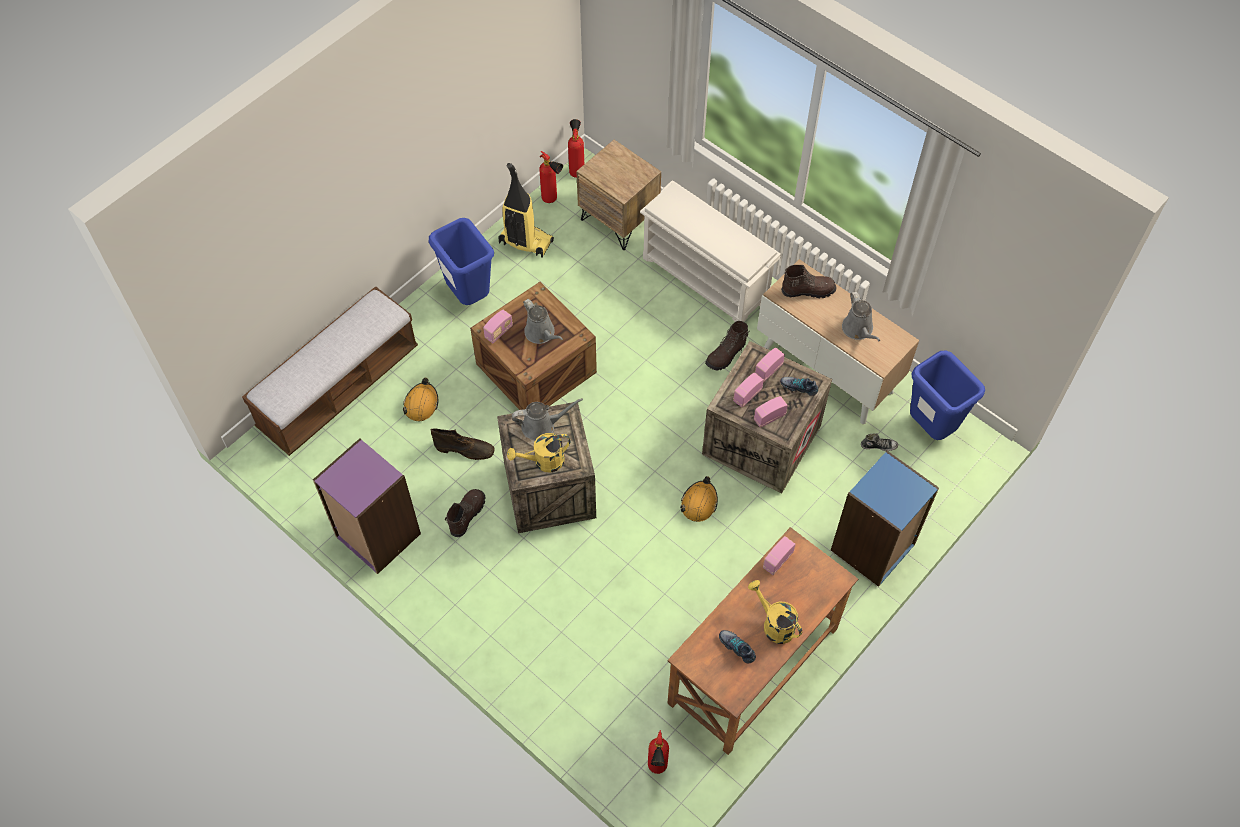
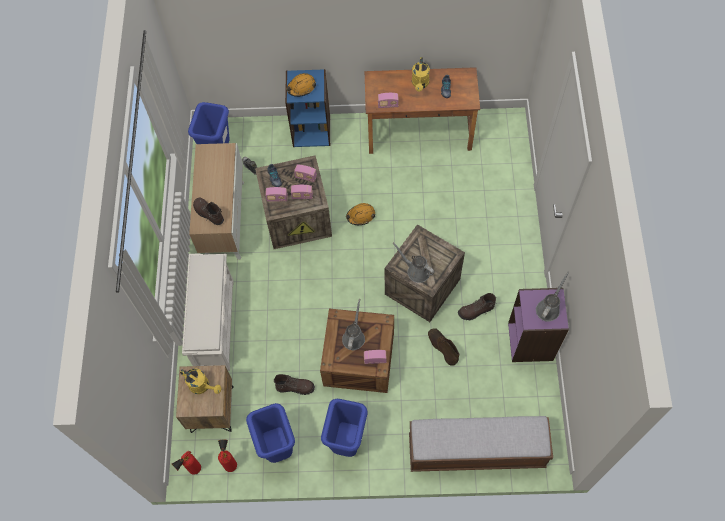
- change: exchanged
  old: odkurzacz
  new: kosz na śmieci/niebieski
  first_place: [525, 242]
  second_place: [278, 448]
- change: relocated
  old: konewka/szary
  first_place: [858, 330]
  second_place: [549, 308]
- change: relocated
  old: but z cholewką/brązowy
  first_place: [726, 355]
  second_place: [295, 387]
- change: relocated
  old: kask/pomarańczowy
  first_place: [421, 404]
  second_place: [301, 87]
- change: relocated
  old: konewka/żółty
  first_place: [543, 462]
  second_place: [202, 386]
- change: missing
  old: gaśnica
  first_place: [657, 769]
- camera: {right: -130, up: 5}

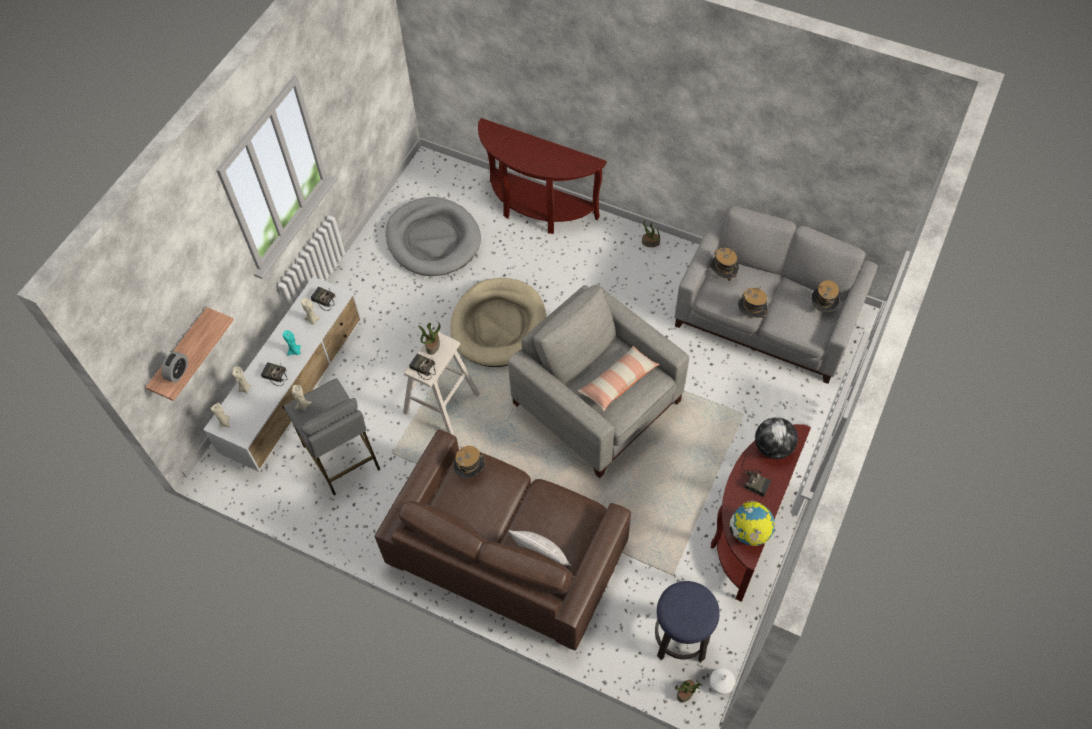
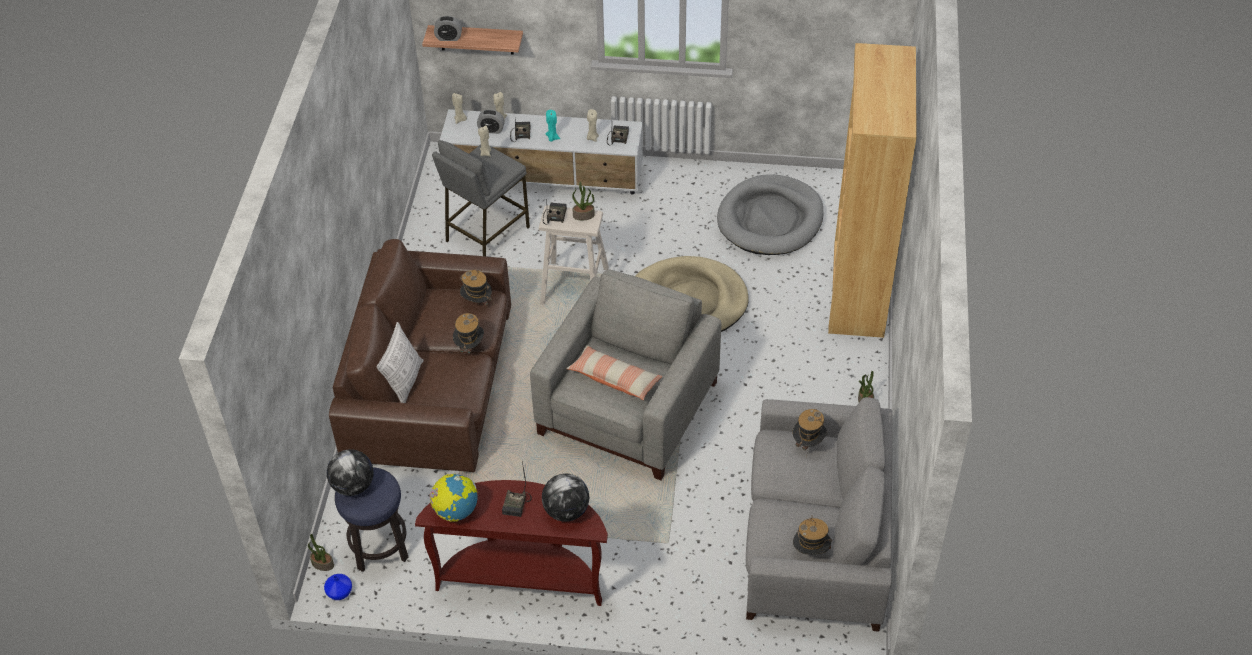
- change: exchanged
  old: stolik konsolowy/brązowy
  new: regał/brązowy
  first_place: [537, 209]
  second_place: [857, 290]
- change: relocated
  old: kapelusz
  first_place: [751, 315]
  second_place: [470, 347]
- change: colour
  old: wazon/biały
  new: wazon/niebieski
  first_place: [721, 683]
  second_place: [340, 592]
- change: appeared
  new: budzik
  second_place: [491, 130]
- change: appeared
  new: globus
  second_place: [353, 486]
- camera: {right: 70, up: -10}

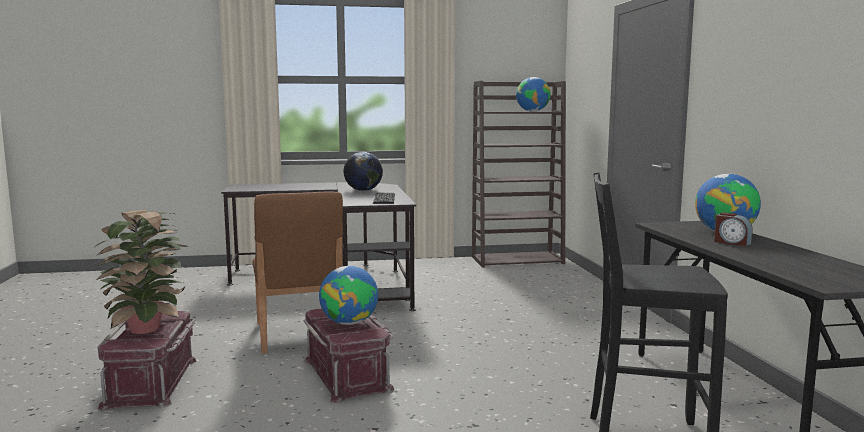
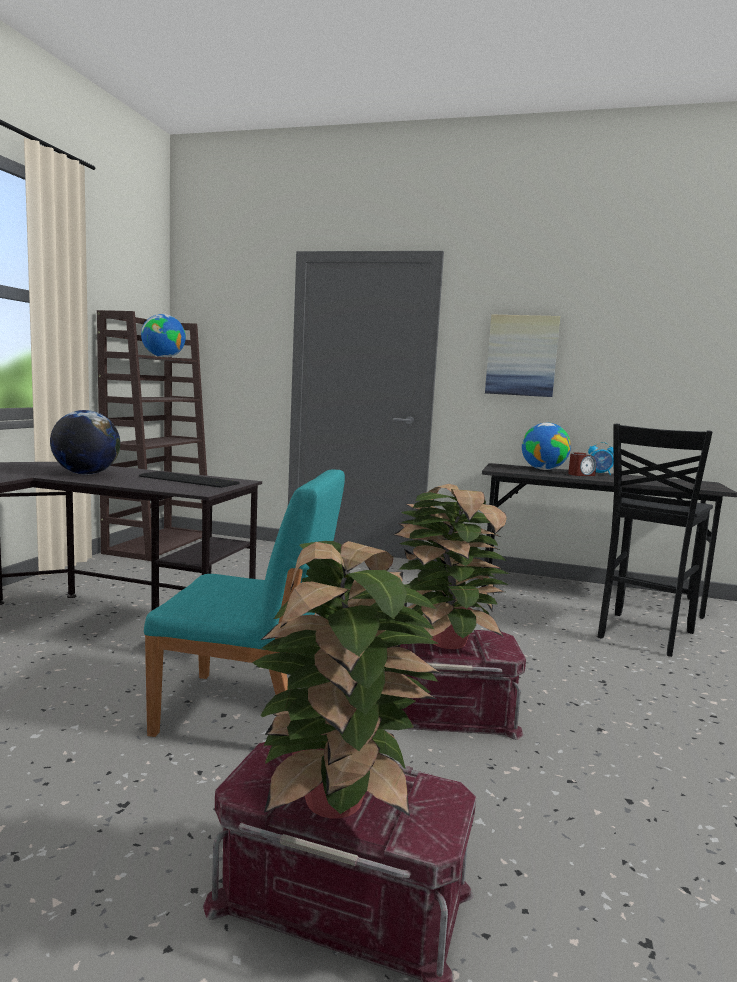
- change: colour
  old: krzesło/brązowy
  new: krzesło/turkusowy
  first_place: [298, 334]
  second_place: [248, 712]
- change: exchanged
  old: globus
  new: roślina doniczkowa
  first_place: [349, 323]
  second_place: [444, 641]
- change: appeared
  new: obraz
  second_place: [521, 355]
- change: appeared
  new: budzik
  second_place: [600, 474]
- camera: {right: -65, up: 0}

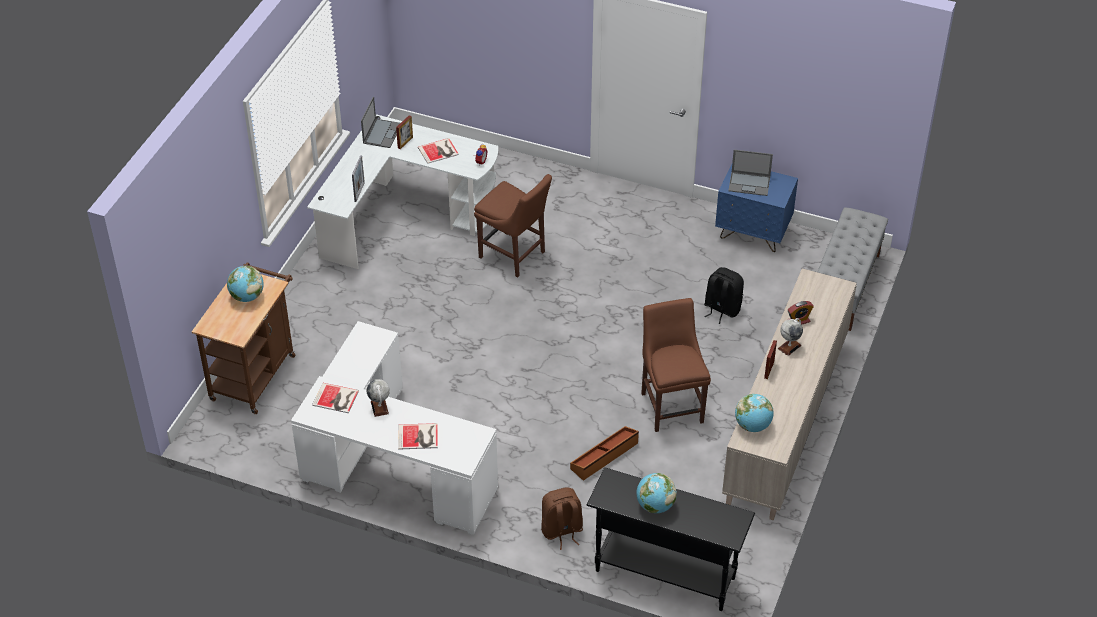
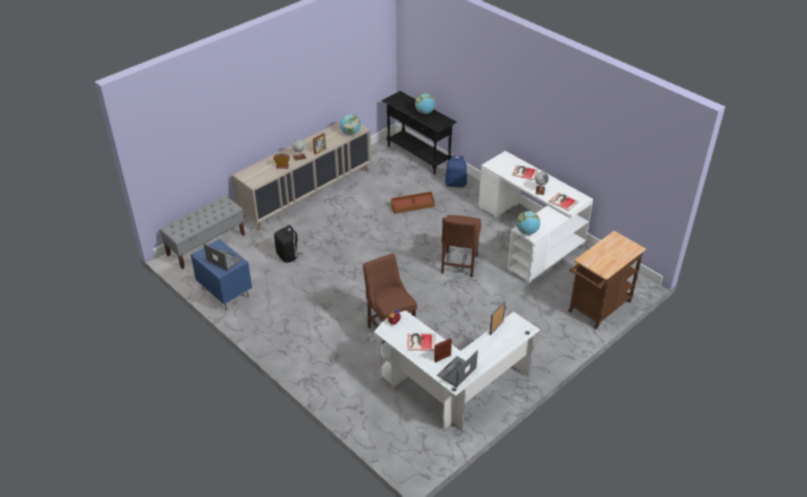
- change: relocated
  old: globus
  first_place: [247, 296]
  second_place: [527, 232]
- change: relocated
  old: krzesło/brązowy
  first_place: [671, 405]
  second_place: [458, 265]
- change: colour
  old: plecak/brązowy
  new: plecak/niebieski
  first_place: [562, 531]
  second_place: [456, 183]
- camera: {right: -155, up: -5}

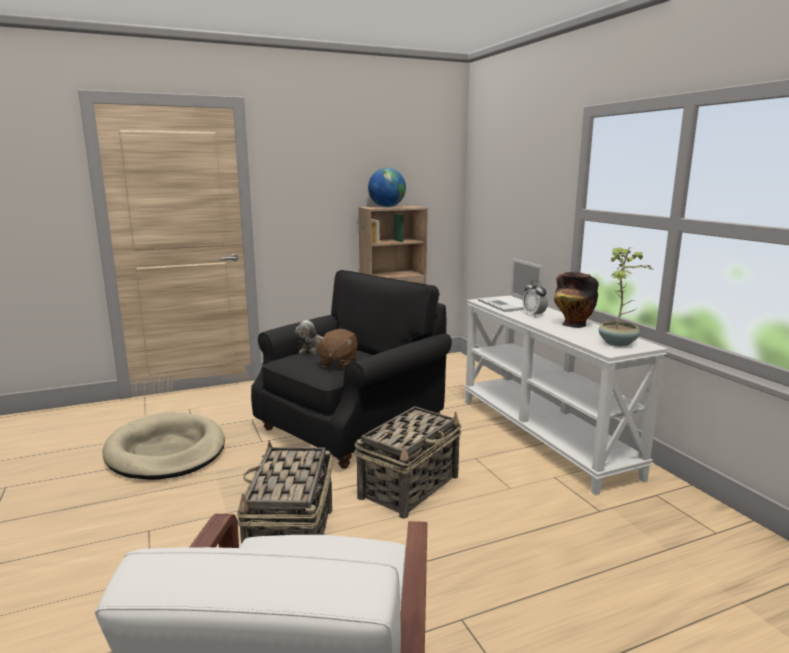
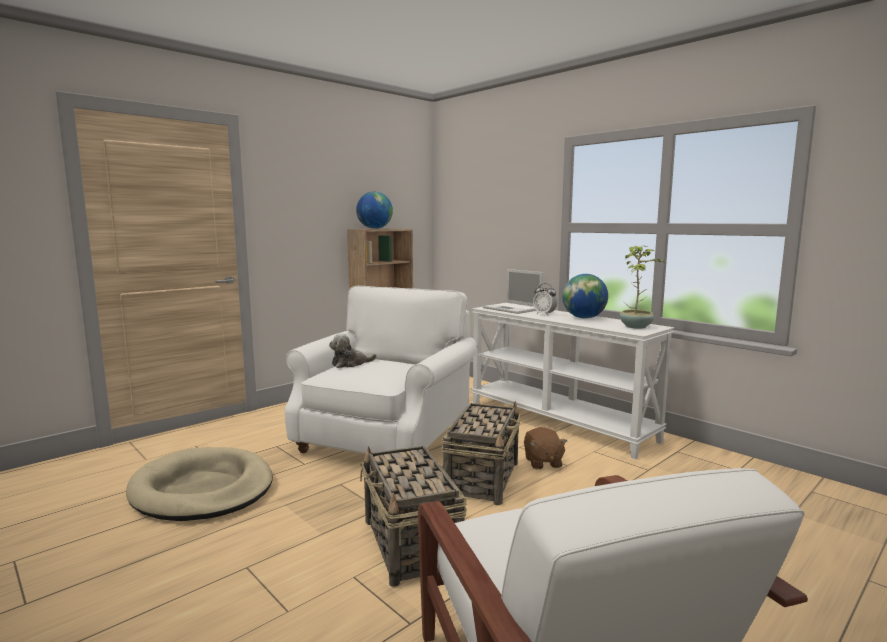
- change: colour
  old: fotel/czarny
  new: fotel/biały
  first_place: [352, 426]
  second_place: [386, 437]
- change: exchanged
  old: wazon
  new: globus
  first_place: [572, 324]
  second_place: [584, 318]
- change: relocated
  old: pluszak/brązowy
  first_place: [337, 363]
  second_place: [542, 462]
- camera: {right: -20, up: -5}

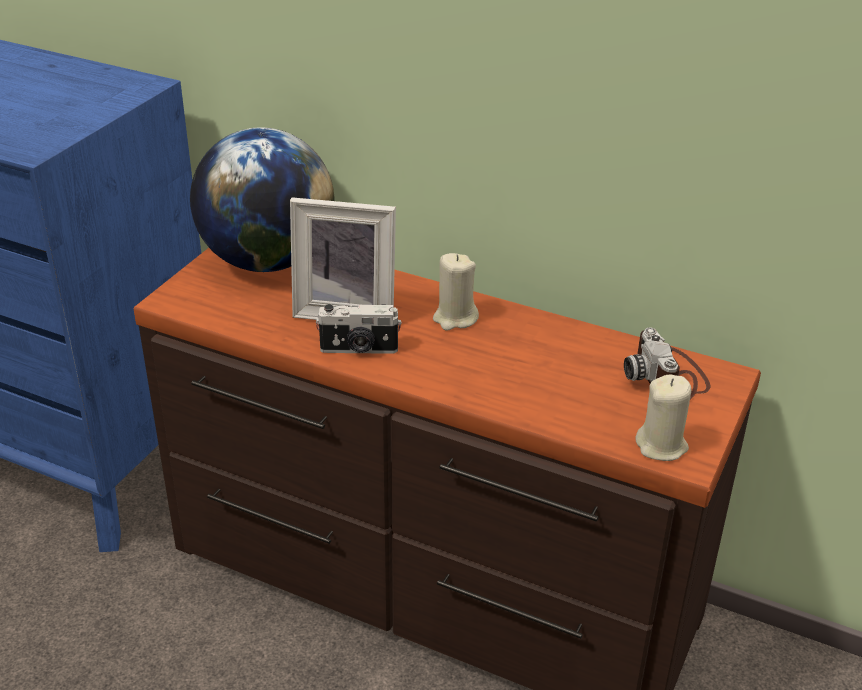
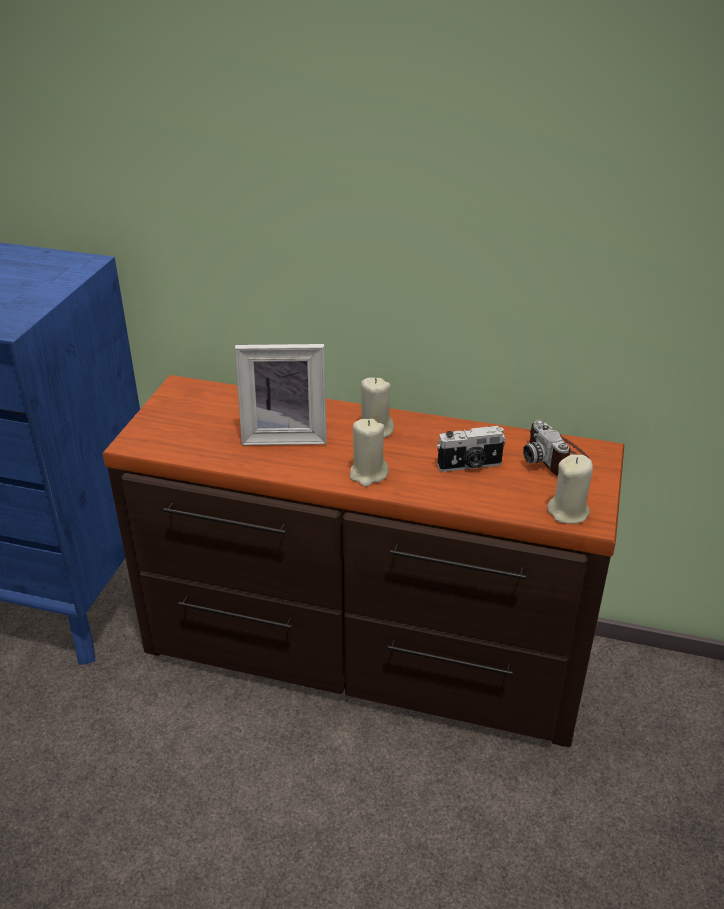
- change: missing
  old: globus
  first_place: [268, 261]
- change: relocated
  old: aparat fotograficzny
  first_place: [359, 349]
  second_place: [470, 465]
- change: appeared
  new: świeca/beżowy
  second_place: [368, 474]
- camera: {right: -10, up: 0}

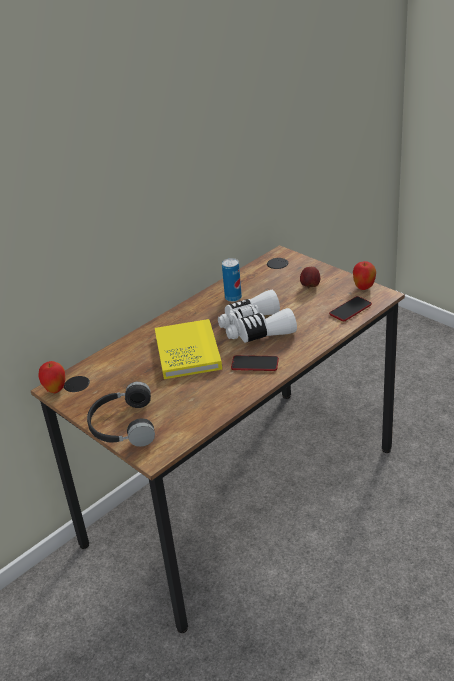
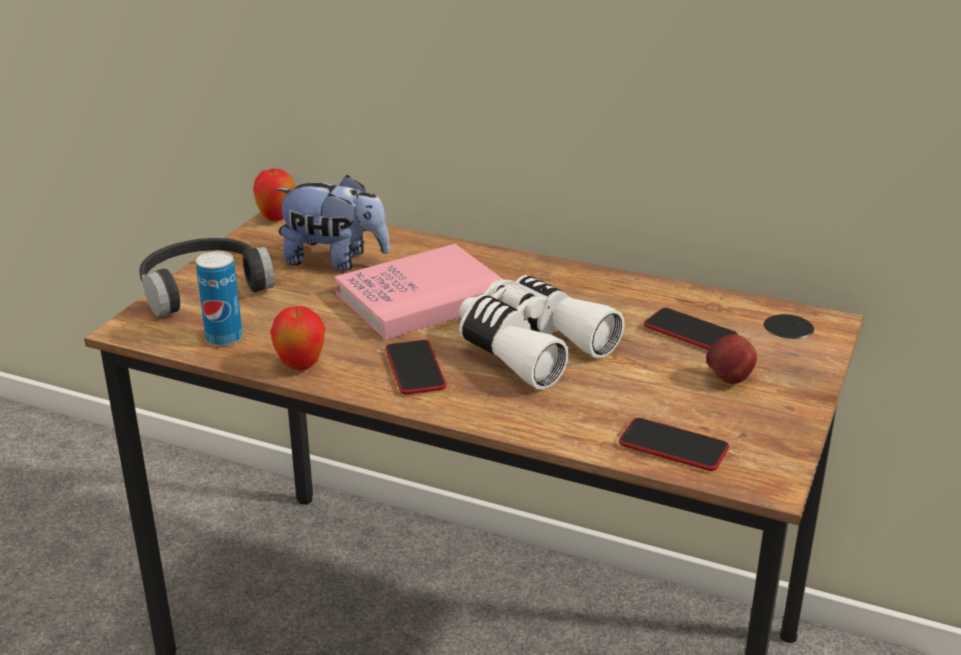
- change: relocated
  old: puszka
  first_place: [233, 298]
  second_place: [224, 338]
- change: relocated
  old: jabłko
  first_place: [364, 288]
  second_place: [301, 366]
- change: colour
  old: książka/żółty
  new: książka/różowy
  first_place: [188, 352]
  second_place: [422, 297]
- change: appeared
  new: pluszak
  second_place: [335, 260]
- change: appeared
  new: telefon
  second_place: [690, 332]
- camera: {right: 65, up: -5}

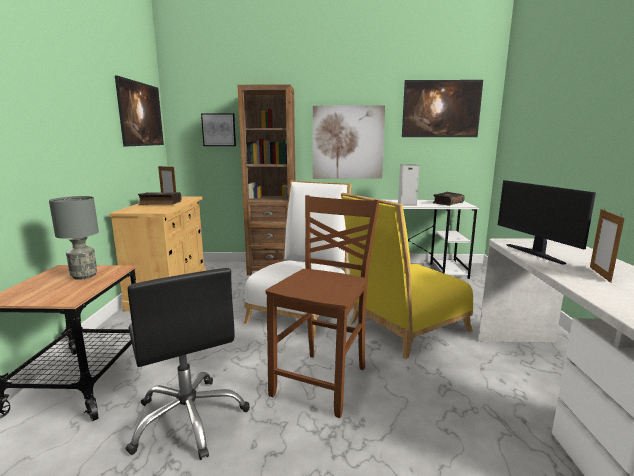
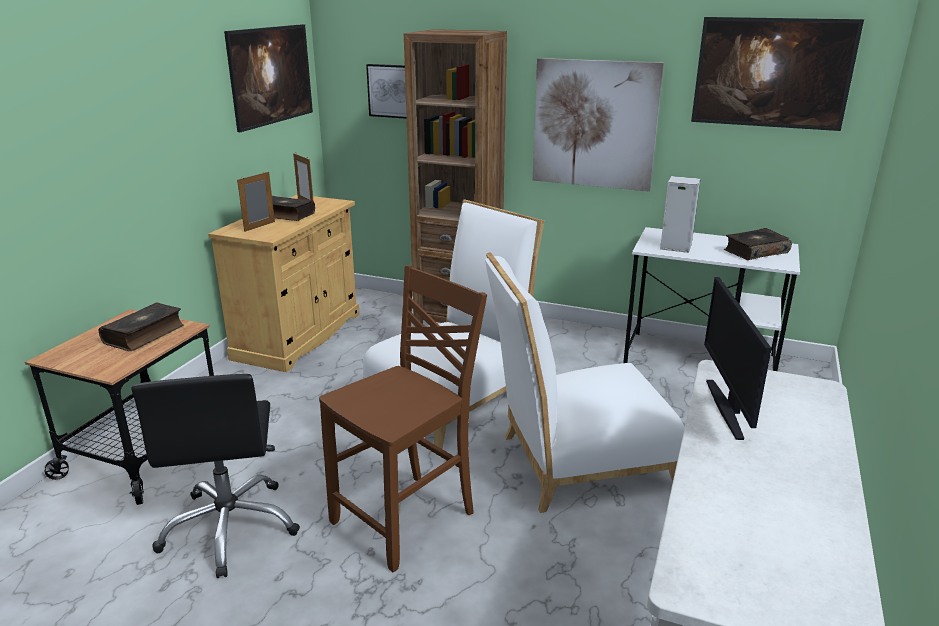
- change: colour
  old: krzesło/żółty
  new: krzesło/biały
  first_place: [403, 329]
  second_place: [576, 464]
- change: exchanged
  old: lampa stołowa/szary
  new: książka
  first_place: [84, 276]
  second_place: [145, 334]
- change: relocated
  old: ramka na zdjęcie
  first_place: [600, 274]
  second_place: [259, 226]
- camera: {right: 20, up: 10}

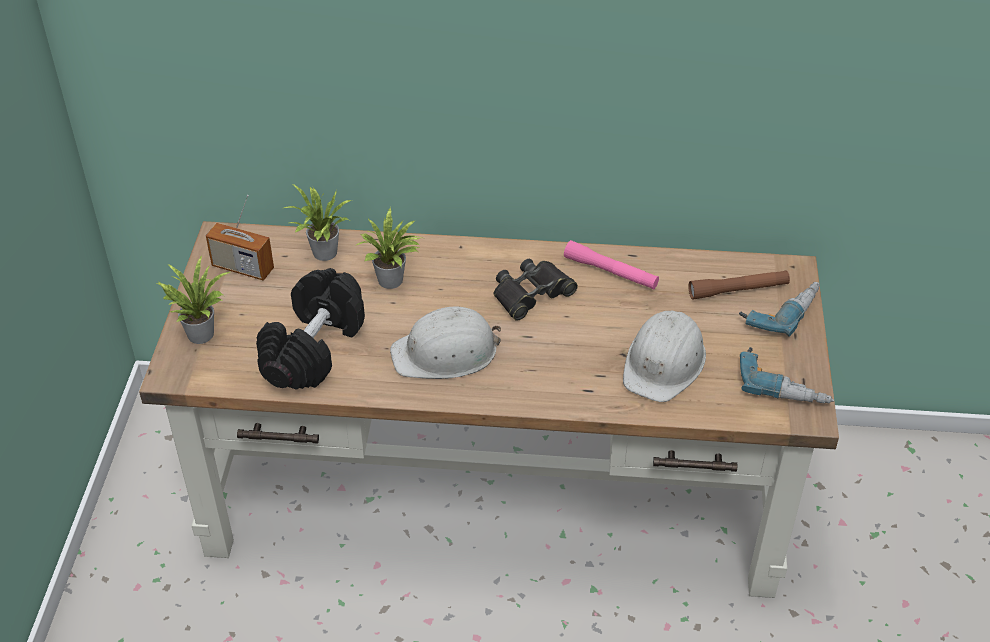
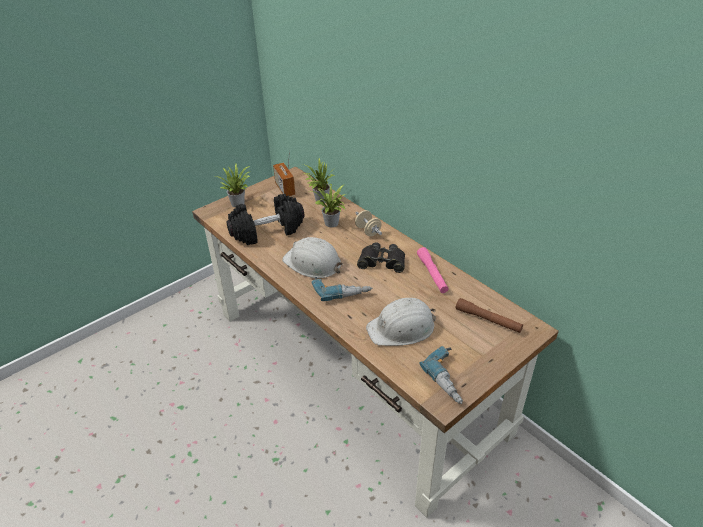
- change: relocated
  old: wiertarka
  first_place: [780, 310]
  second_place: [341, 290]
- change: appeared
  new: hantel/beżowy
  second_place: [368, 231]
- camera: {right: 45, up: -5}

